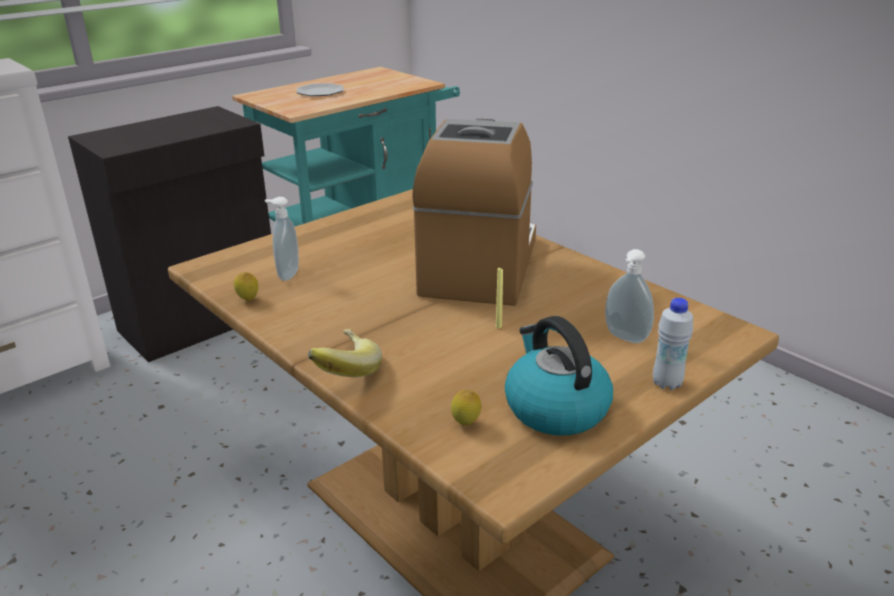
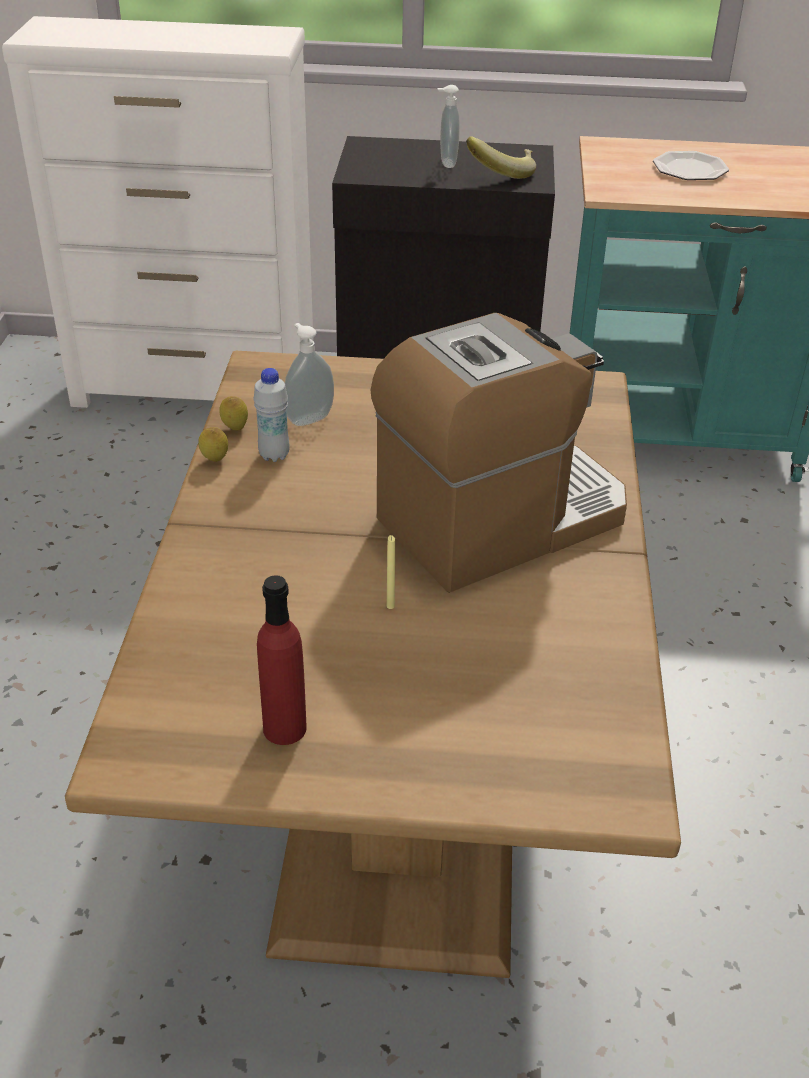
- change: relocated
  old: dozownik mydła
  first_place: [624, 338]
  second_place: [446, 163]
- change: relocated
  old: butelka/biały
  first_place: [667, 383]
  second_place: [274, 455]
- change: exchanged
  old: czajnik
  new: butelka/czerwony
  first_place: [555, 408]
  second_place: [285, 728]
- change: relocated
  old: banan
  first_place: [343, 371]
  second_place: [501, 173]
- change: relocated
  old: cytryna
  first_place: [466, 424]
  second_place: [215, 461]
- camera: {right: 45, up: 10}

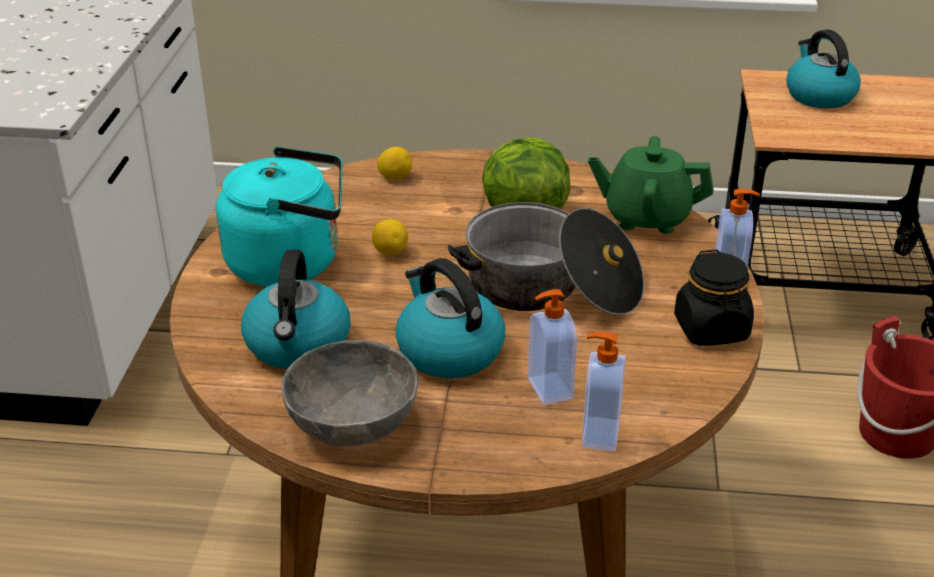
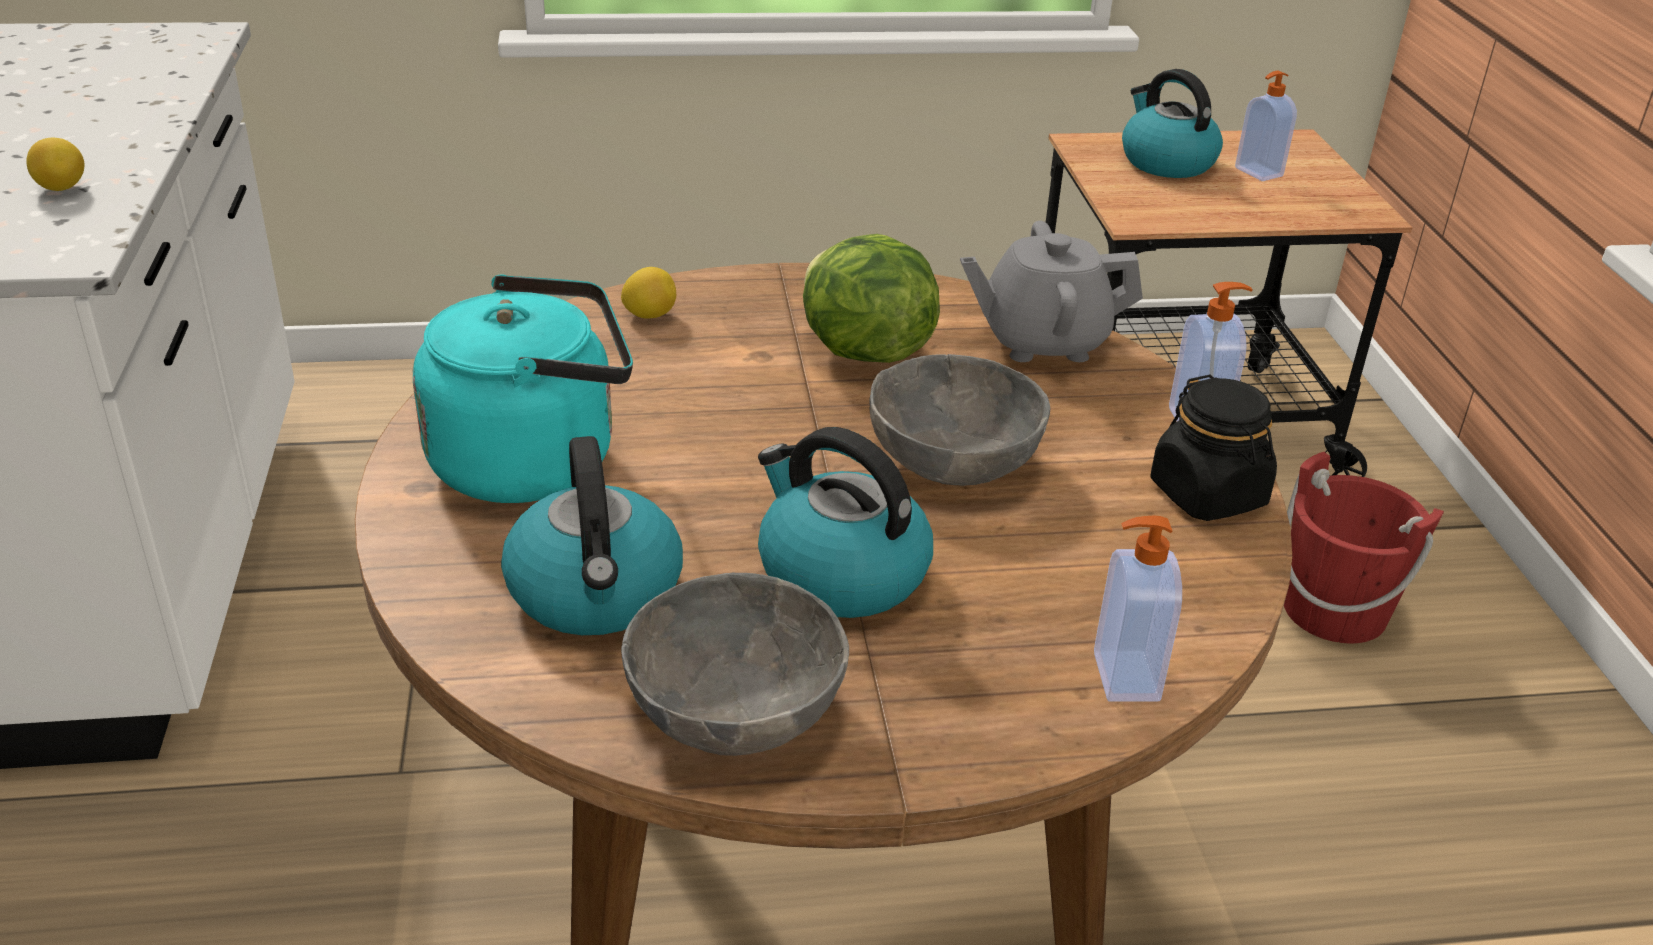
- change: colour
  old: imbryk/zielony
  new: imbryk/szary
  first_place: [646, 217]
  second_place: [1042, 341]
- change: exchanged
  old: garnek
  new: miska/szary
  first_place: [550, 289]
  second_place: [952, 460]
- change: relocated
  old: cytryna
  first_place: [390, 252]
  second_place: [62, 188]
- change: relocated
  old: dozownik mydła
  first_place: [548, 389]
  second_place: [1257, 172]
- camera: {right: -15, up: 0}

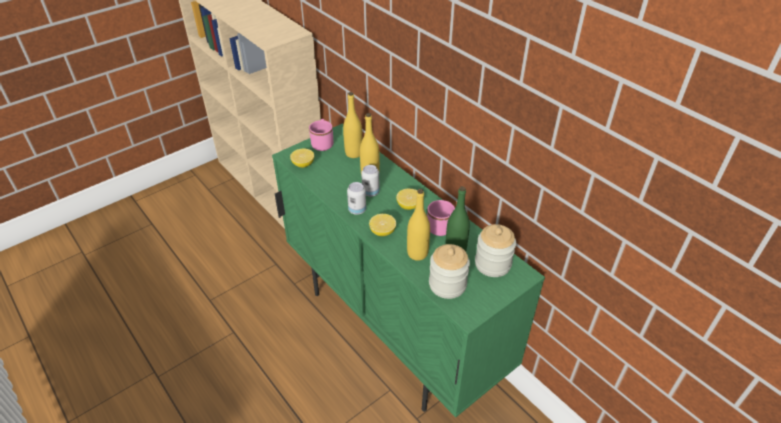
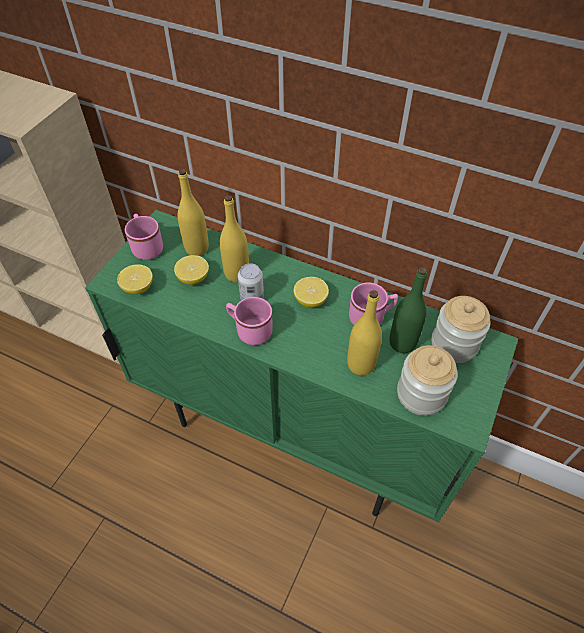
- change: exchanged
  old: puszka
  new: kubek/różowy
  first_place: [357, 210]
  second_place: [249, 330]
- change: relocated
  old: cytryna
  first_place: [382, 232]
  second_place: [193, 278]
- camera: {right: -25, up: 10}

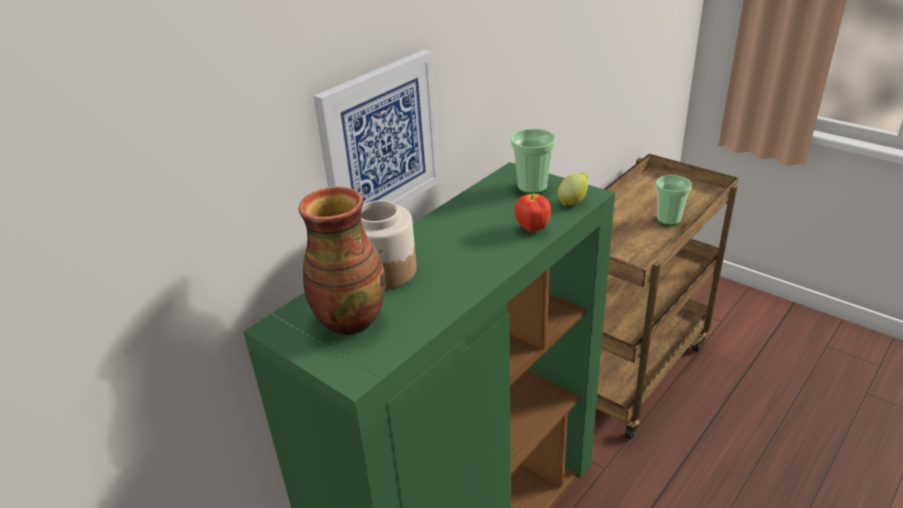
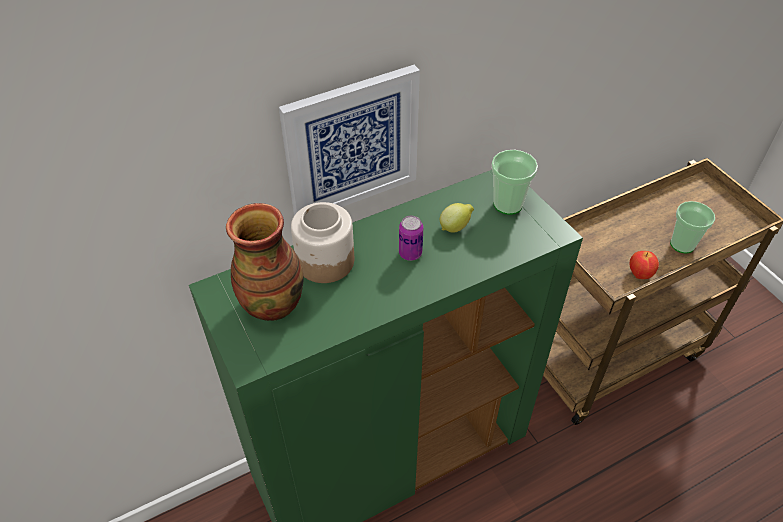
- change: relocated
  old: cytryna
  first_place: [573, 202]
  second_place: [455, 227]
- change: relocated
  old: jabłko
  first_place: [532, 228]
  second_place: [639, 274]
- change: appeared
  new: puszka
  second_place: [410, 253]
- camera: {right: 20, up: 15}

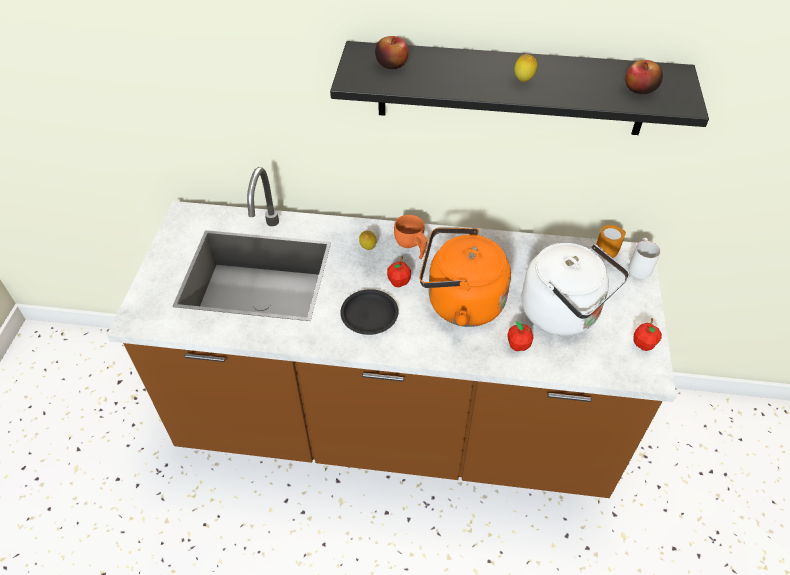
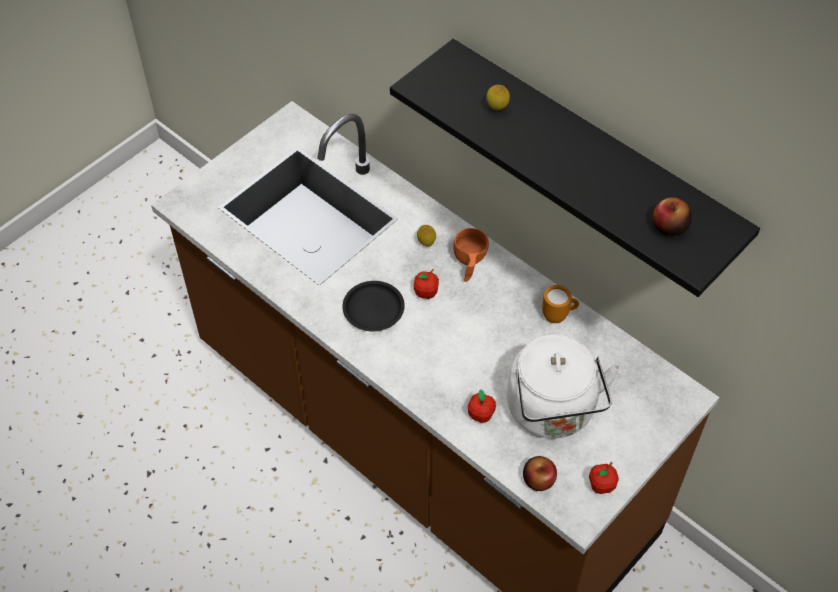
- change: relocated
  old: jabłko
  first_place: [391, 64]
  second_place: [538, 479]
- change: relocated
  old: cytryna
  first_place: [523, 81]
  second_place: [497, 109]
- change: relocated
  old: kubek/pomarańczowy
  first_place: [608, 252]
  second_place: [558, 316]
- change: missing
  old: czajnik/pomarańczowy
  first_place: [460, 303]
- change: missing
  old: kubek/biały
  first_place: [639, 265]
- camera: {right: 35, up: 5}

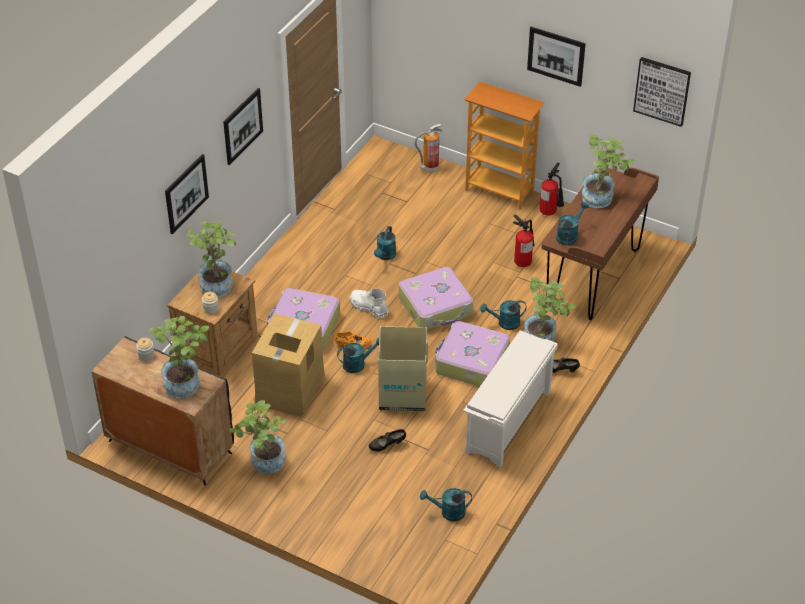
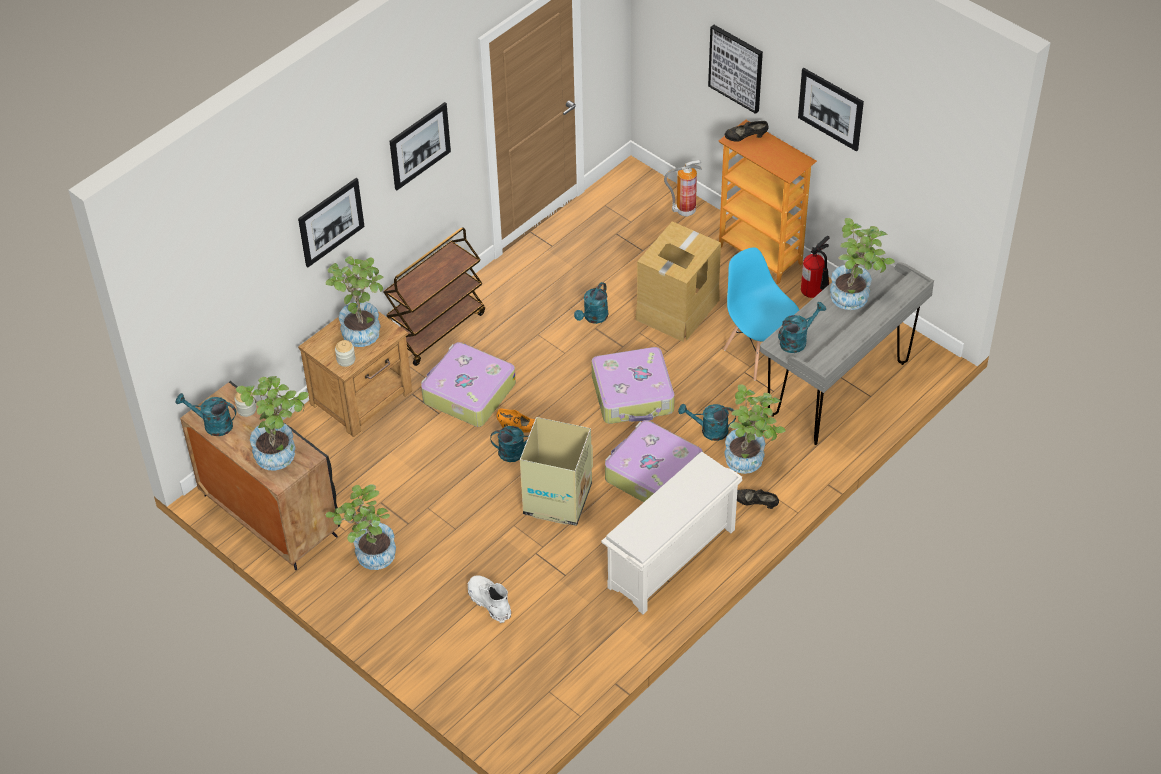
- change: relocated
  old: obraz
  first_place: [662, 90]
  second_place: [736, 68]
- change: colour
  old: biurko/brązowy
  new: biurko/szary
  first_place: [594, 278]
  second_place: [839, 390]
- change: exchanged
  old: gaśnica
  new: krzesło/niebieski
  first_place: [523, 261]
  second_place: [759, 353]
- change: relocated
  old: but z cholewką/biały
  first_place: [368, 307]
  second_place: [489, 602]
- change: relocated
  old: karton
  first_place: [289, 389]
  second_place: [677, 309]
- change: relocated
  old: but/czarny
  first_place: [387, 446]
  second_place: [746, 138]
- change: relocated
  old: konewka/turkusowy
  first_place: [448, 512]
  second_place: [213, 425]
- change: appeared
  new: wózek/brązowy
  second_place: [437, 328]
- camera: {right: 15, up: 5}

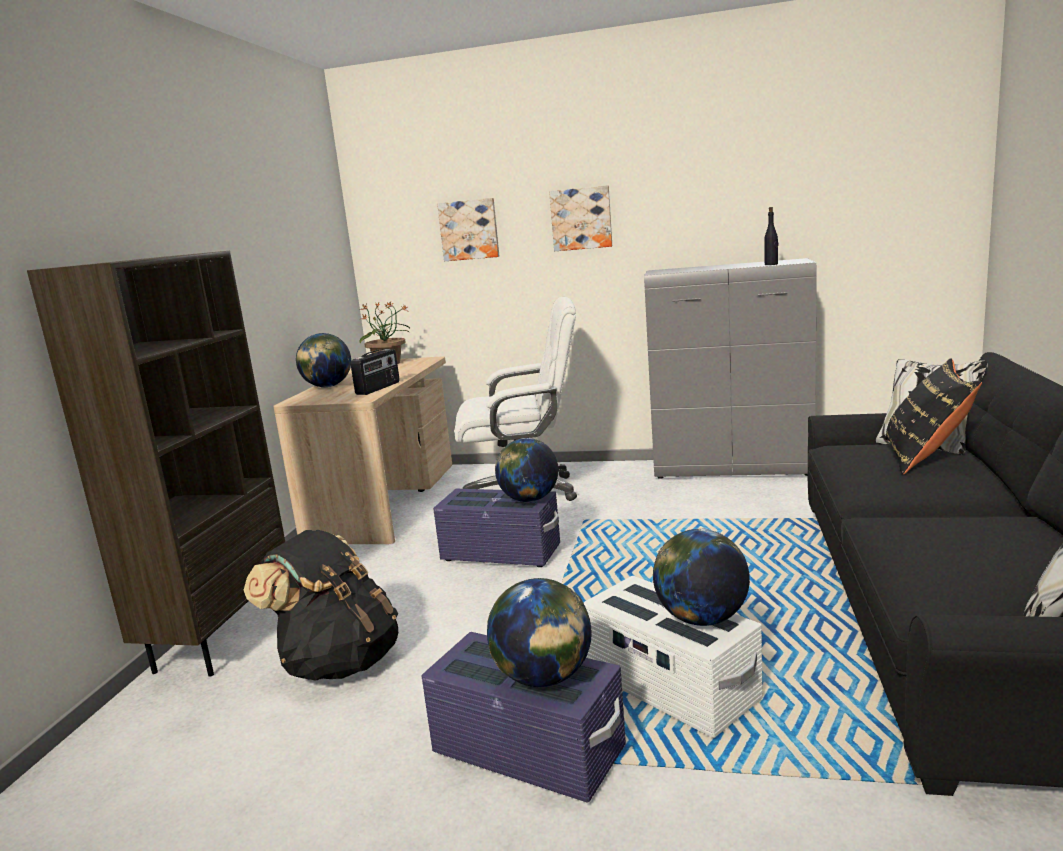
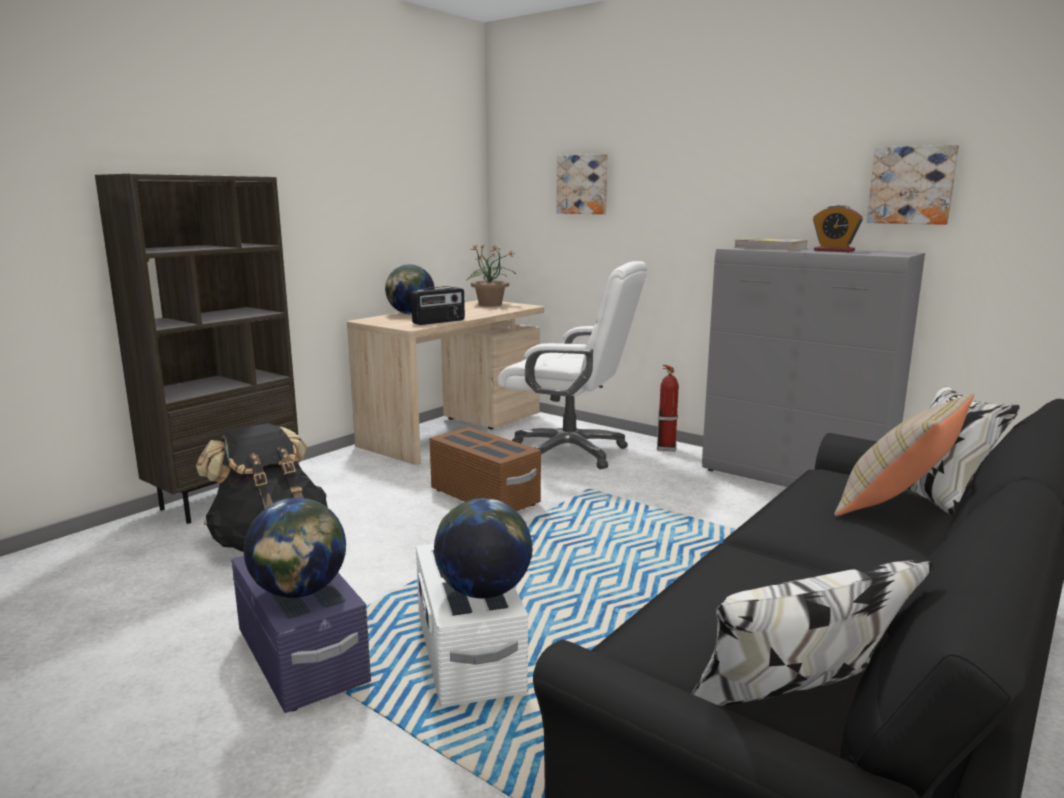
- change: relocated
  old: obraz
  first_place: [581, 218]
  second_place: [912, 185]
- change: missing
  old: butelka/czarny
  first_place: [771, 264]
- change: colour
  old: poduszka/czarny
  new: poduszka/beżowy
  first_place: [925, 457]
  second_place: [896, 506]
- change: missing
  old: globus
  first_place: [529, 500]
- change: colour
  old: pojemnik do przechowywania/fioletowy
  new: pojemnik do przechowywania/brązowy
  first_place: [500, 553]
  second_place: [484, 497]
- change: appeared
  new: budzik
  second_place: [834, 251]
- change: appeared
  new: książka
  second_place: [770, 248]
- change: appeared
  new: gaśnica
  second_place: [666, 448]
- camera: {right: 25, up: 0}

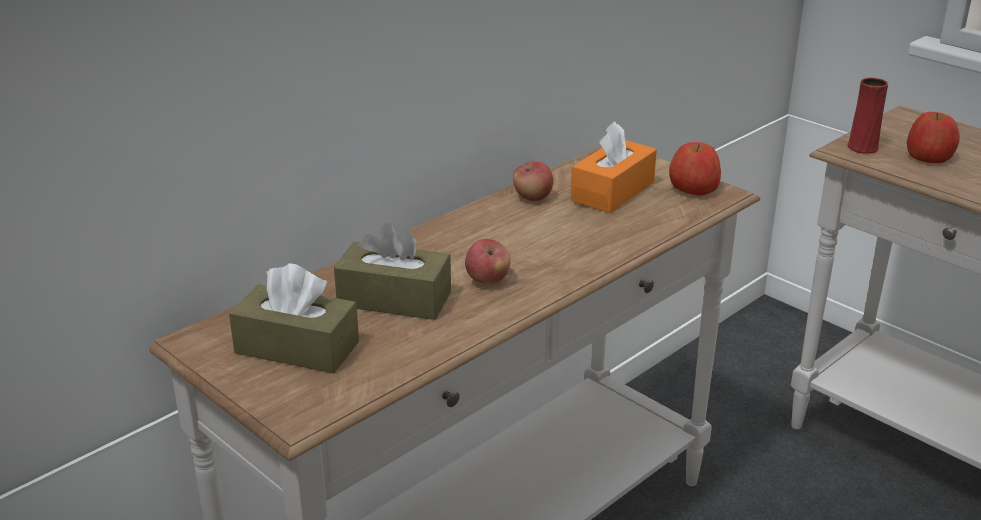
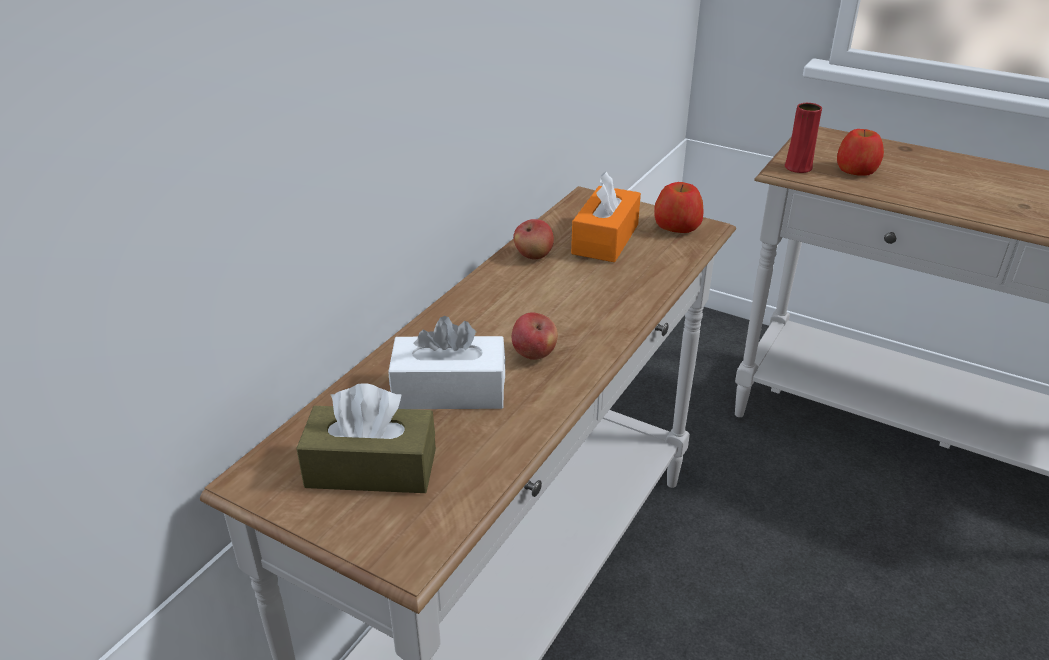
- change: colour
  old: pudełko chusteczek/brązowy
  new: pudełko chusteczek/biały
  first_place: [394, 299]
  second_place: [449, 391]
- camera: {right: -15, up: 5}

